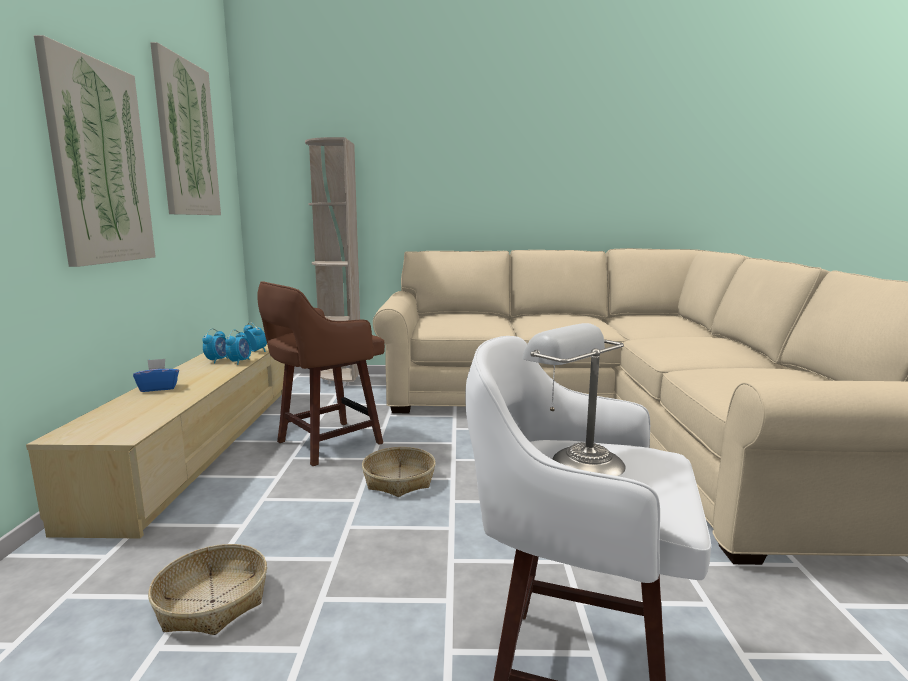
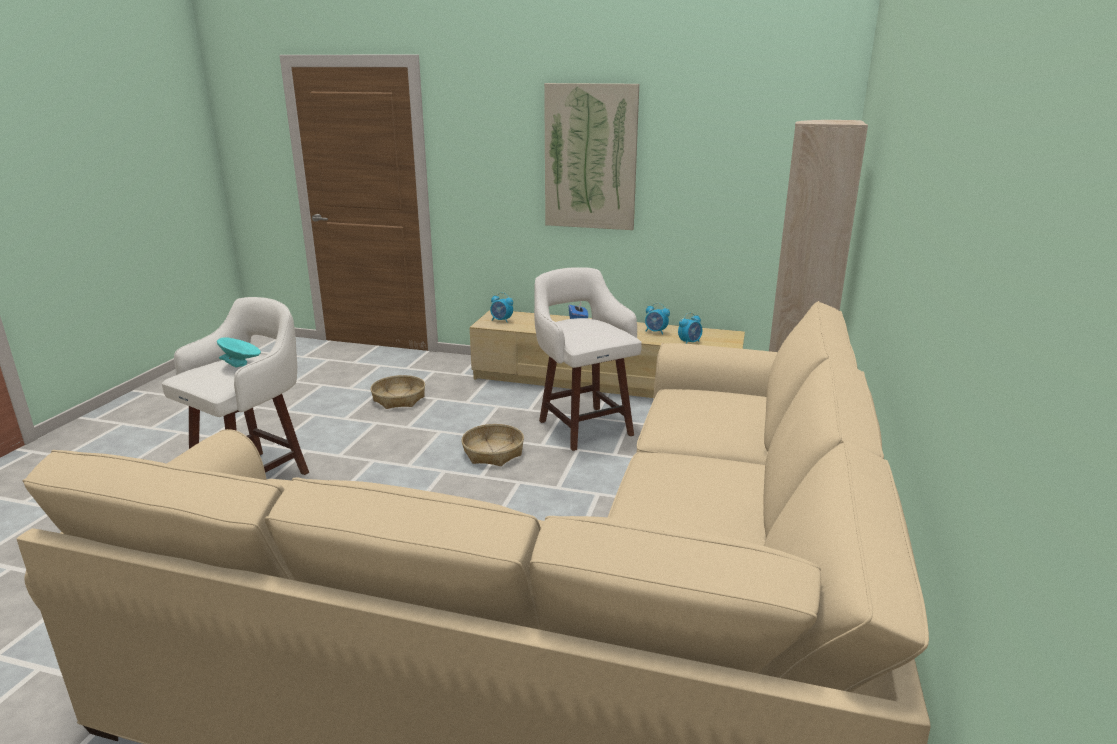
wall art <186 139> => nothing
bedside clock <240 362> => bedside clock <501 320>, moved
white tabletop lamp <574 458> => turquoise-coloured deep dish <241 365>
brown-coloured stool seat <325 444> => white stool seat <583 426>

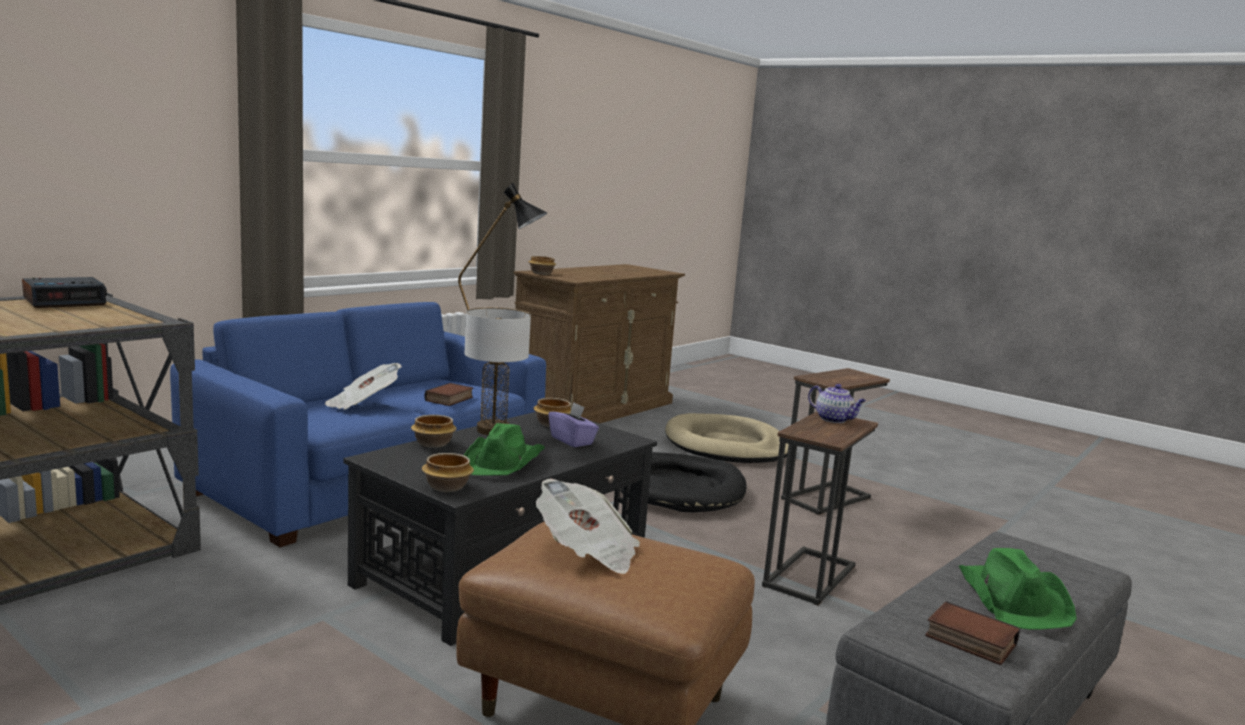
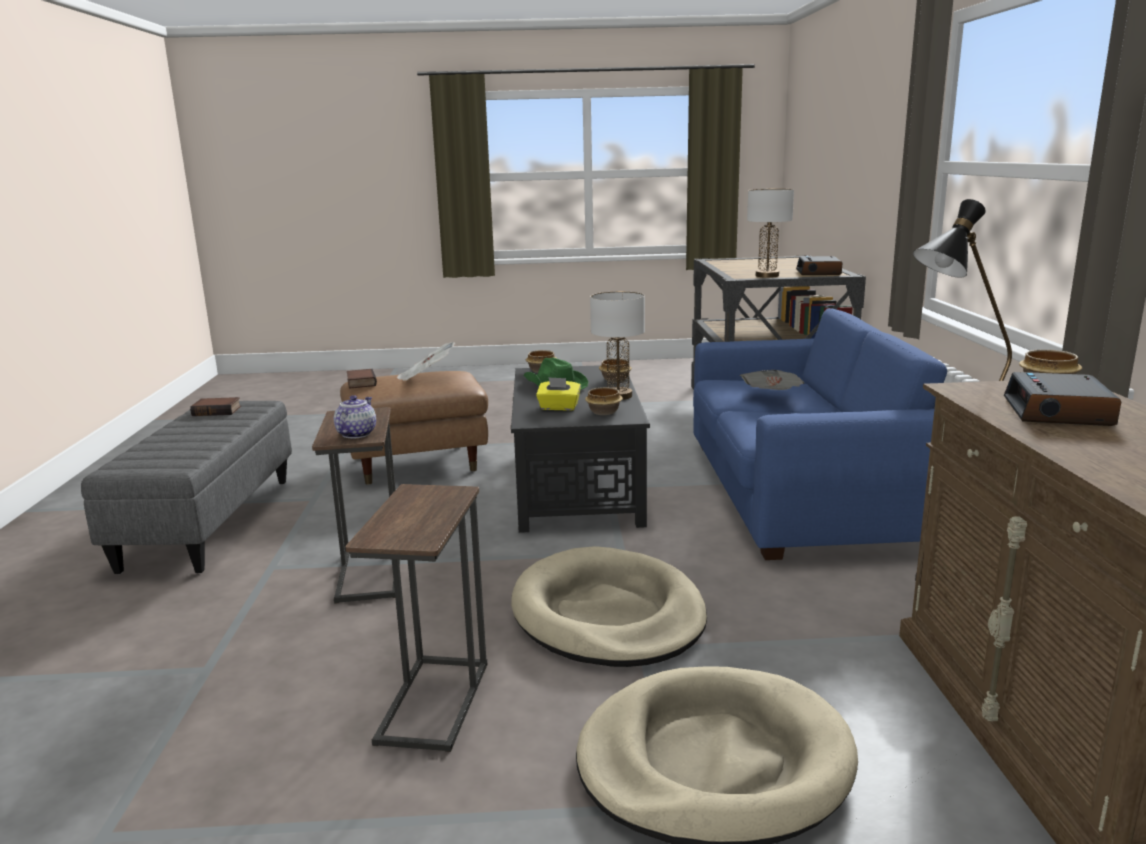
green hat <1014 599> => nothing
nothing => tabletop lamp <766 275>
nothing => bedside clock <1059 412>
book <450 399> => book <360 382>, moved
purple-coloured tissue holder <572 441> => yellow tissue holder <559 407>
black-coloured pet bed <679 488> => beige pet bed <608 614>
tea pot <834 419> => tea pot <356 434>, 105 degrees clockwise

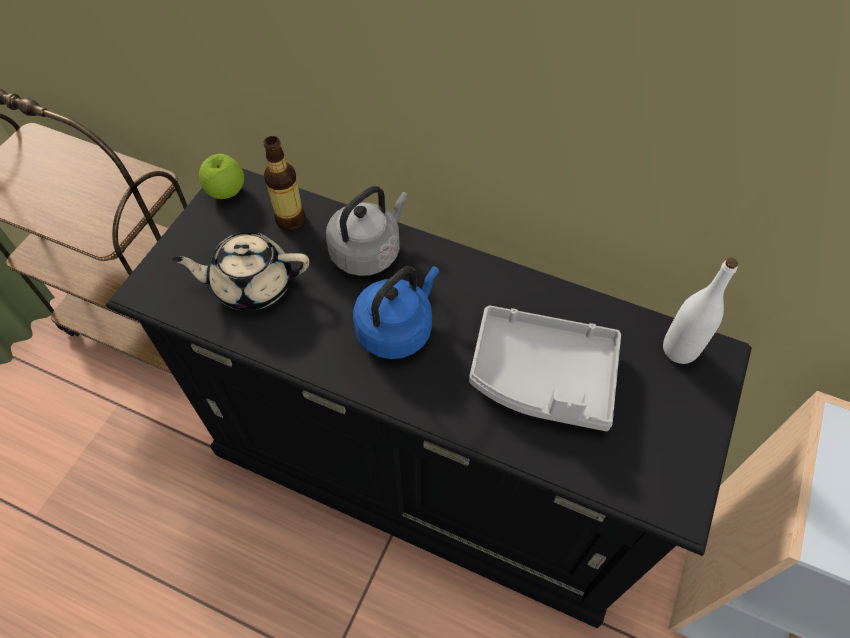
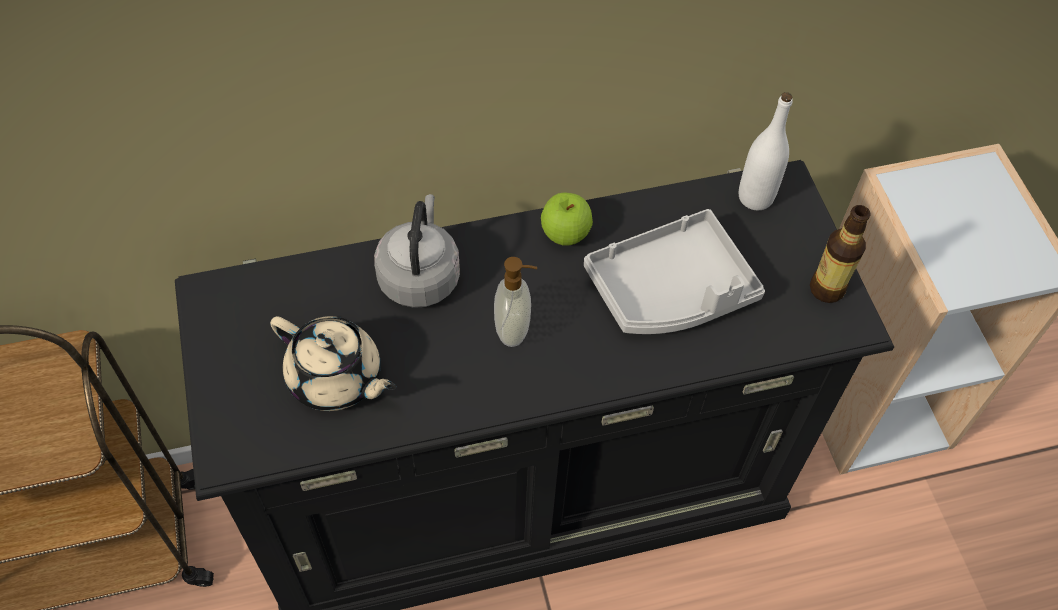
whole apple <226 192> => whole apple <565 234>, moved
drink bottle <290 220> => drink bottle <826 289>, moved
blue kettle <397 329> => soap bottle <514 329>
beige tea pot <252 285> => beige tea pot <336 378>, 105 degrees counterclockwise

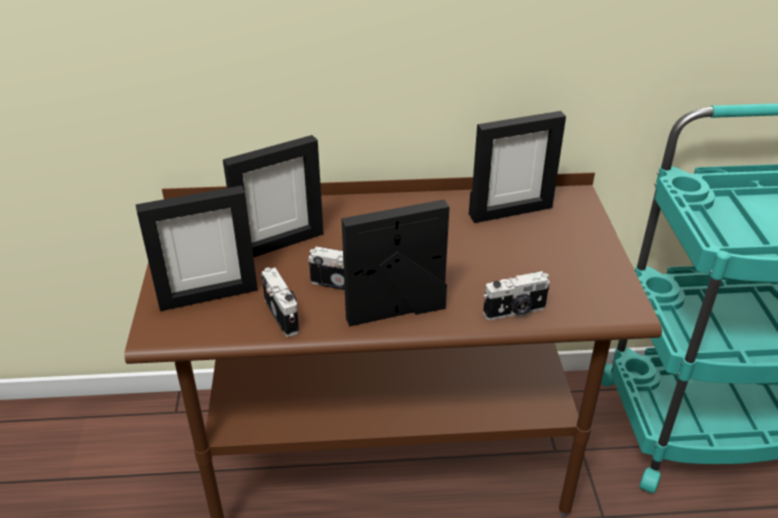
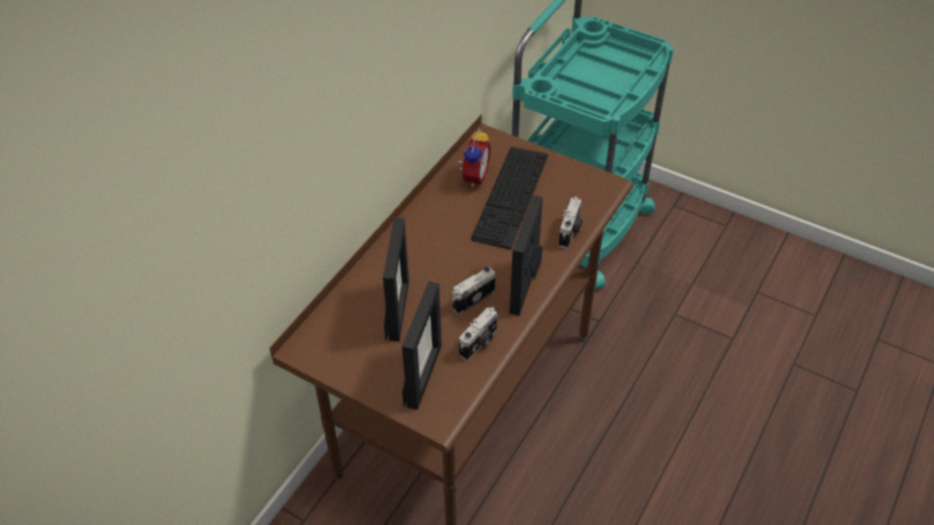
nothing => PC keyboard <510 196>
picture frame <510 211> => bedside clock <473 176>
photo camera <283 315> => photo camera <479 343>, 120 degrees clockwise

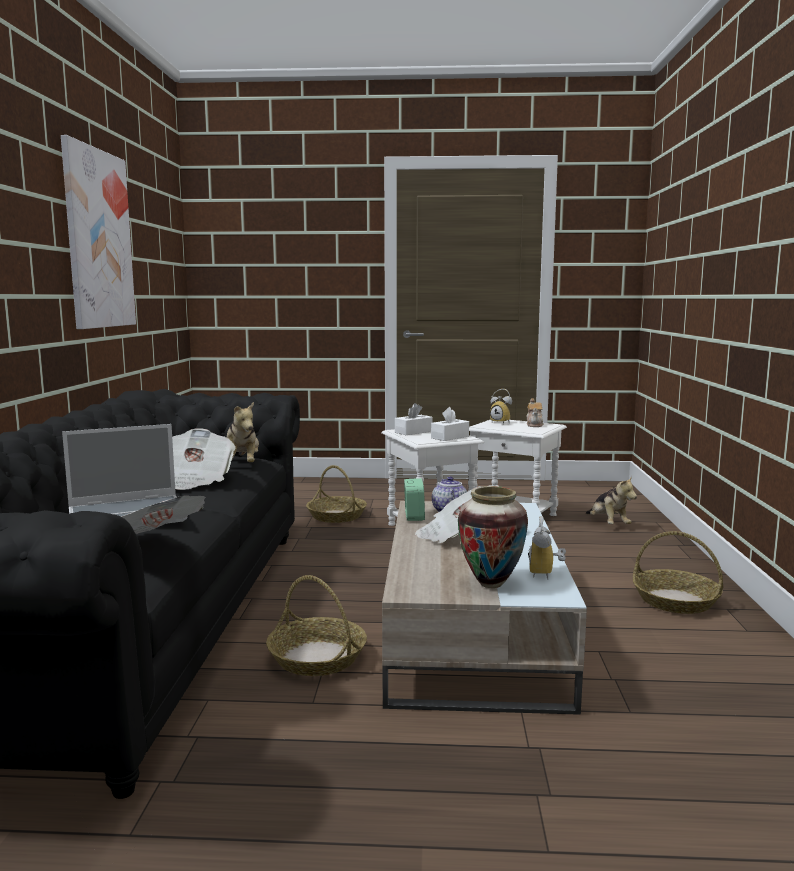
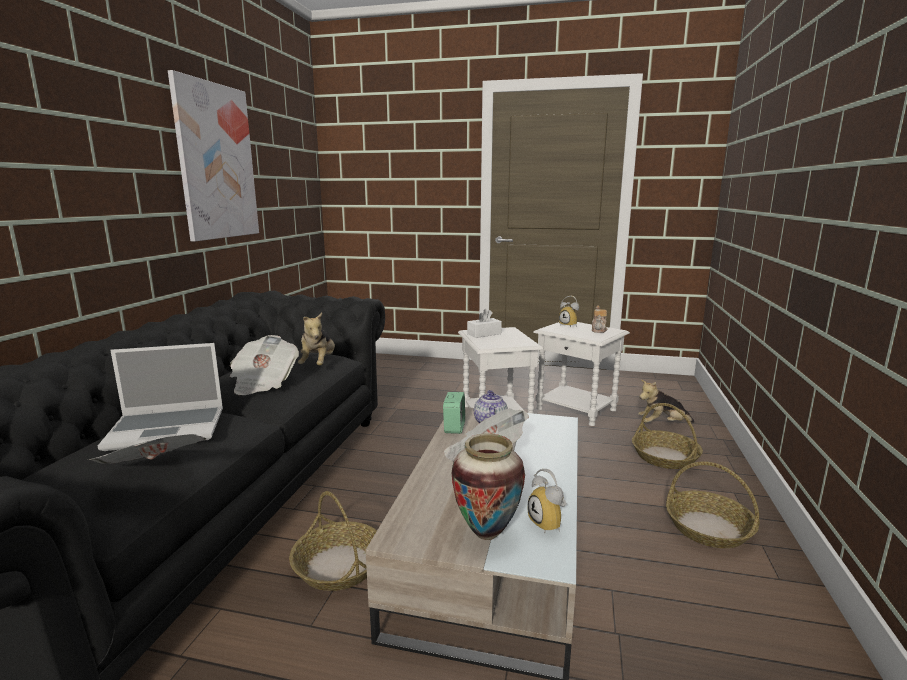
white tissue holder <450 437> => nothing
household basket <337 516> => household basket <665 457>, moved
bedside clock <546 574> => bedside clock <549 524>, 45 degrees counterclockwise
plush toy <608 524> => plush toy <662 424>, 90 degrees clockwise

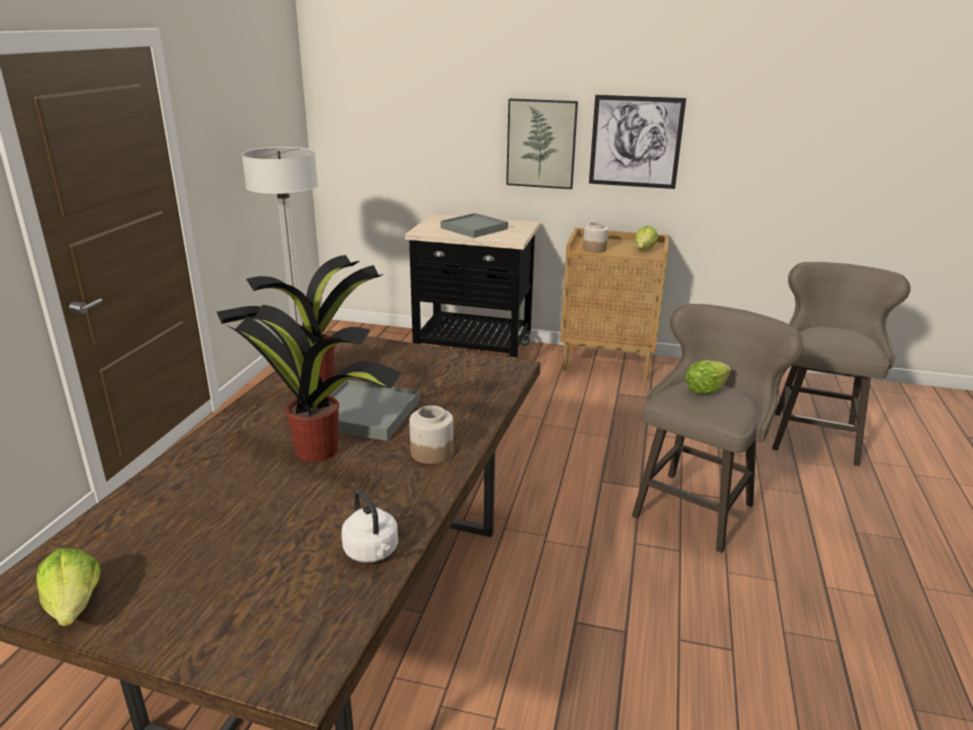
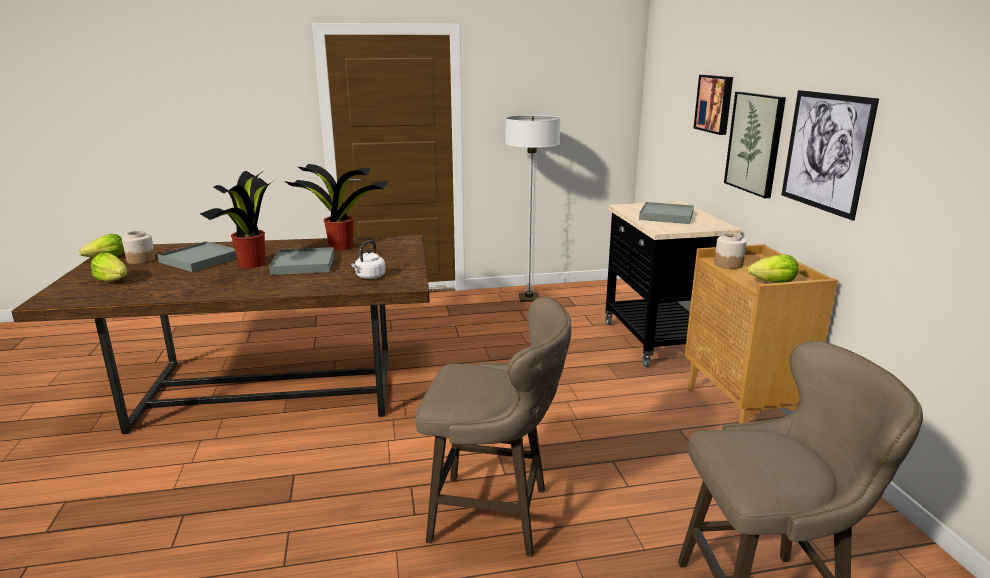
nothing => greyish tray <200 260>
nothing => wall art <715 104>
white kettle <372 552> => white kettle <369 277>, moved
jar <431 452> => jar <141 260>, moved
lettuce <705 390> => lettuce <113 280>, moved

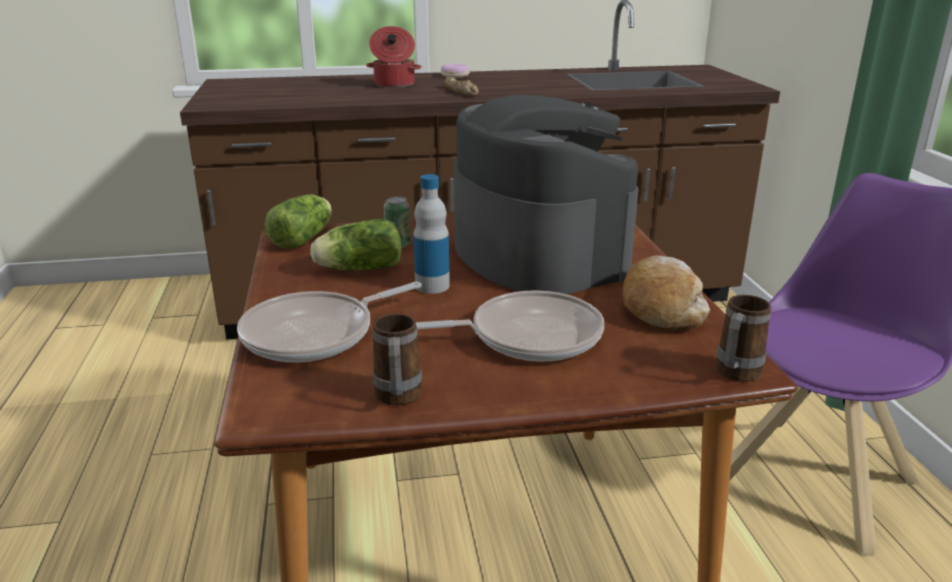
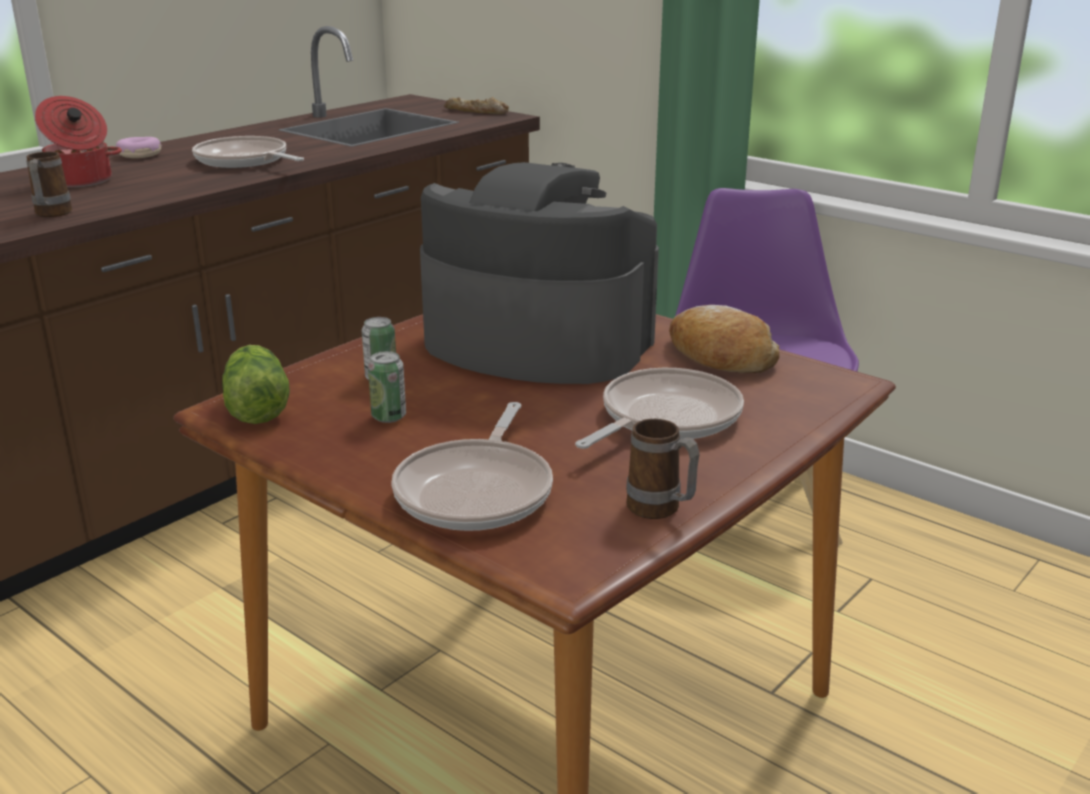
drink bottle <432 286> => nothing
nothing => frying pan <245 161>
bakery bread <459 91> => bakery bread <476 112>, moved
coffee mug <734 375> => coffee mug <51 215>, moved
lettuce <357 269> => metal can <389 417>

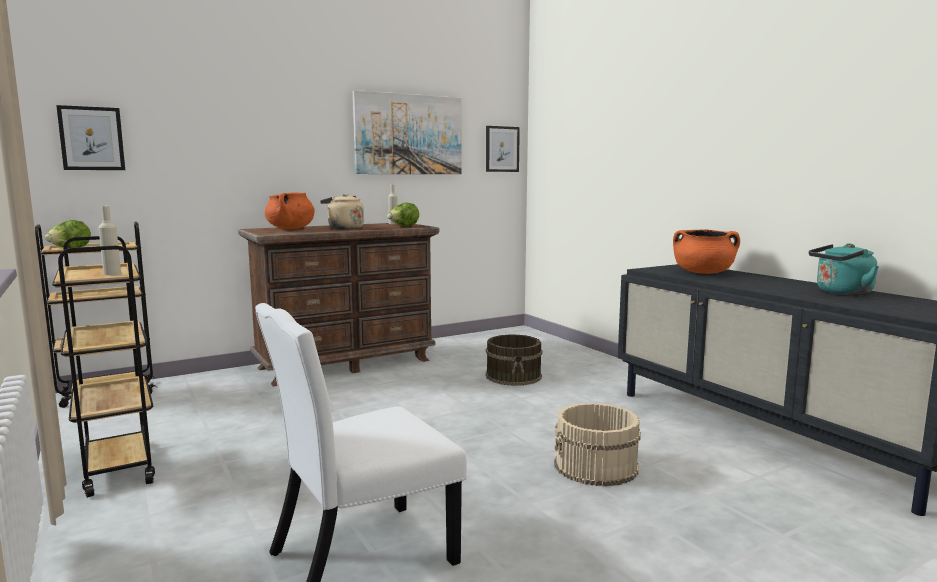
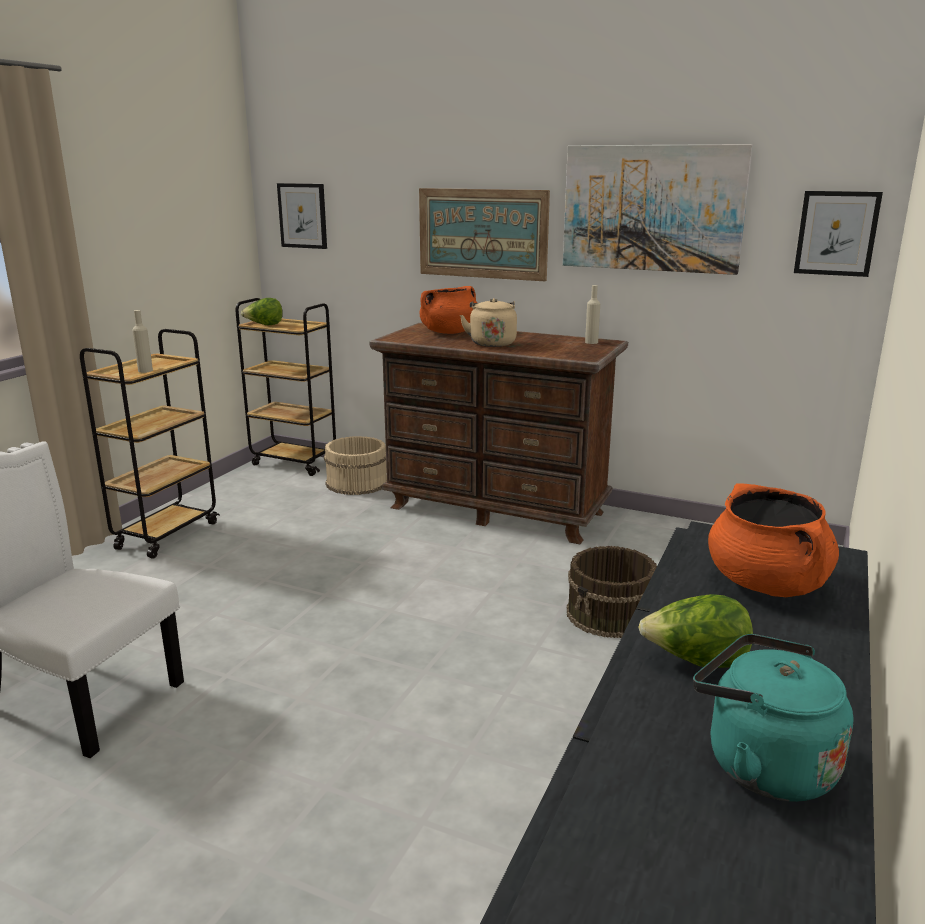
nothing => wall art <482 233>
lettuce <403 226> => lettuce <695 662>, moved
beige bucket <596 467> => beige bucket <356 483>, moved

